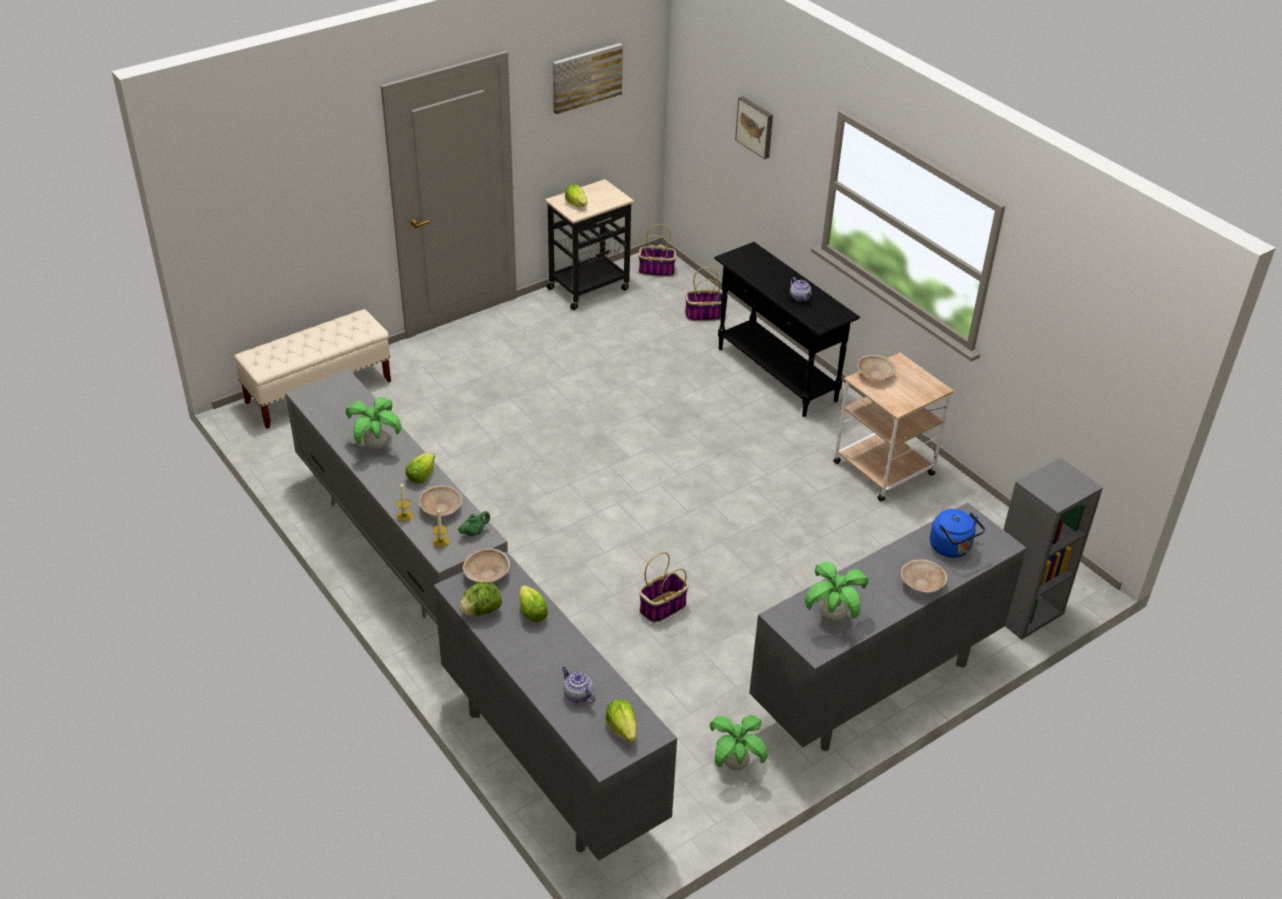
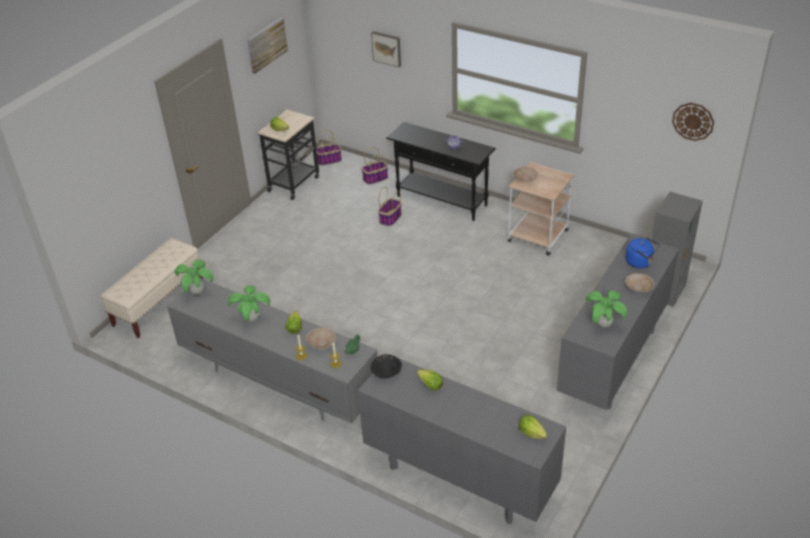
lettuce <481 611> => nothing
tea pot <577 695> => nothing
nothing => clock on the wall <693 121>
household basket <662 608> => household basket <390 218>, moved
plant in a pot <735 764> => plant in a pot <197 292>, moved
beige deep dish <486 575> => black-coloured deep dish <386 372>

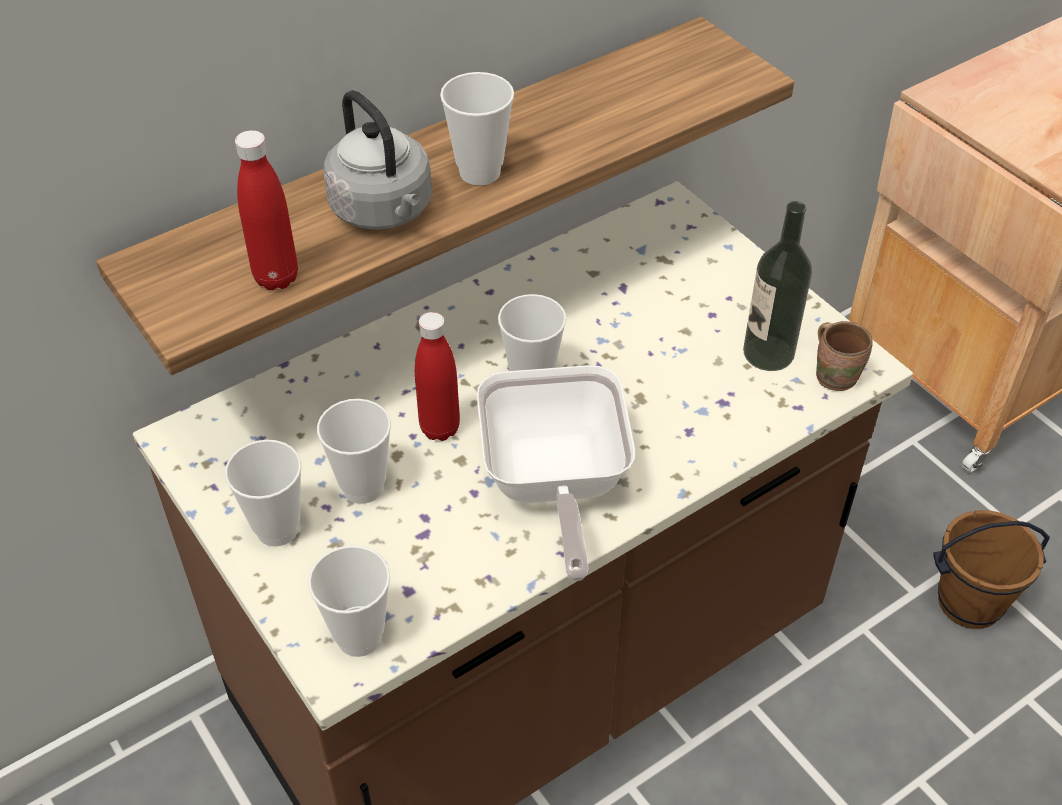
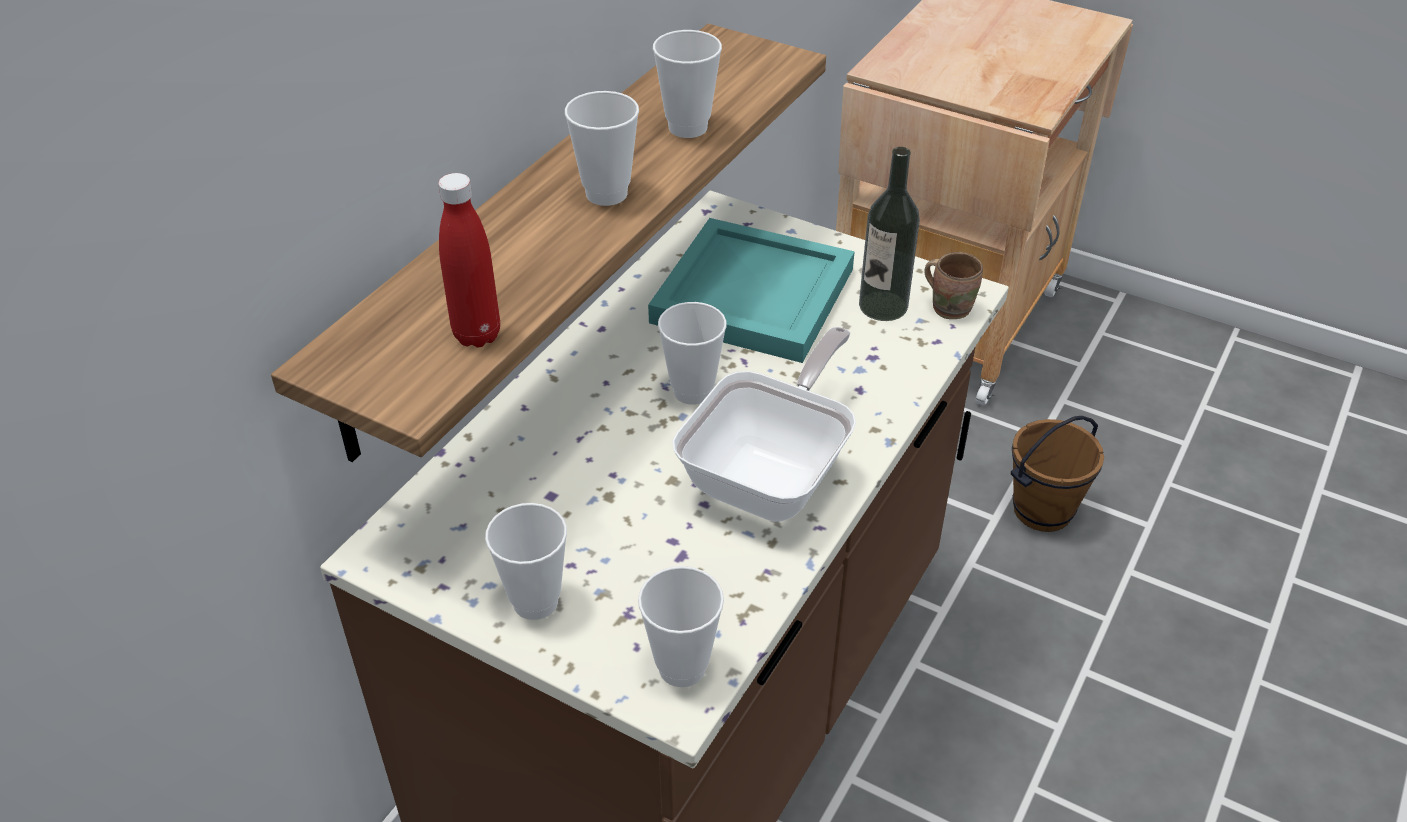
greyish kettle <384 211> => nothing
red-coloured drink bottle <440 428> => nothing
nothing => turquoise-coloured tray <749 296>
cup <363 487> => cup <688 127>, moved
frying pan <553 486> => frying pan <773 474>, 120 degrees counterclockwise

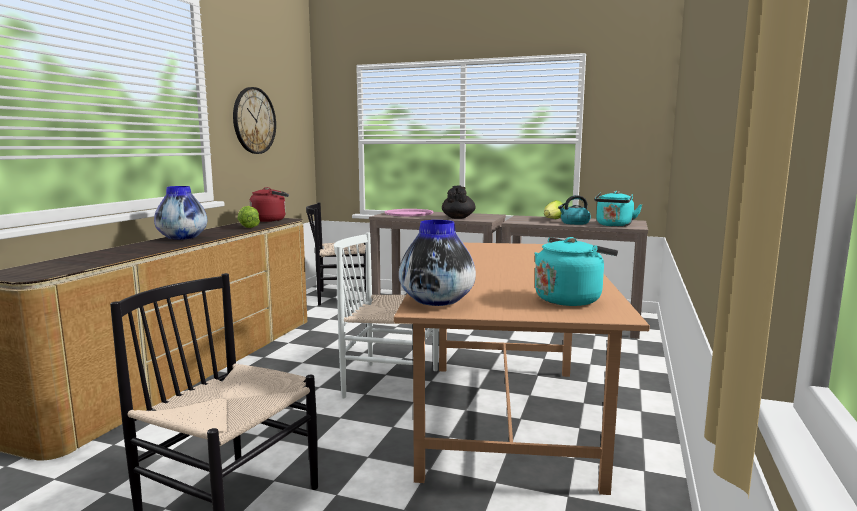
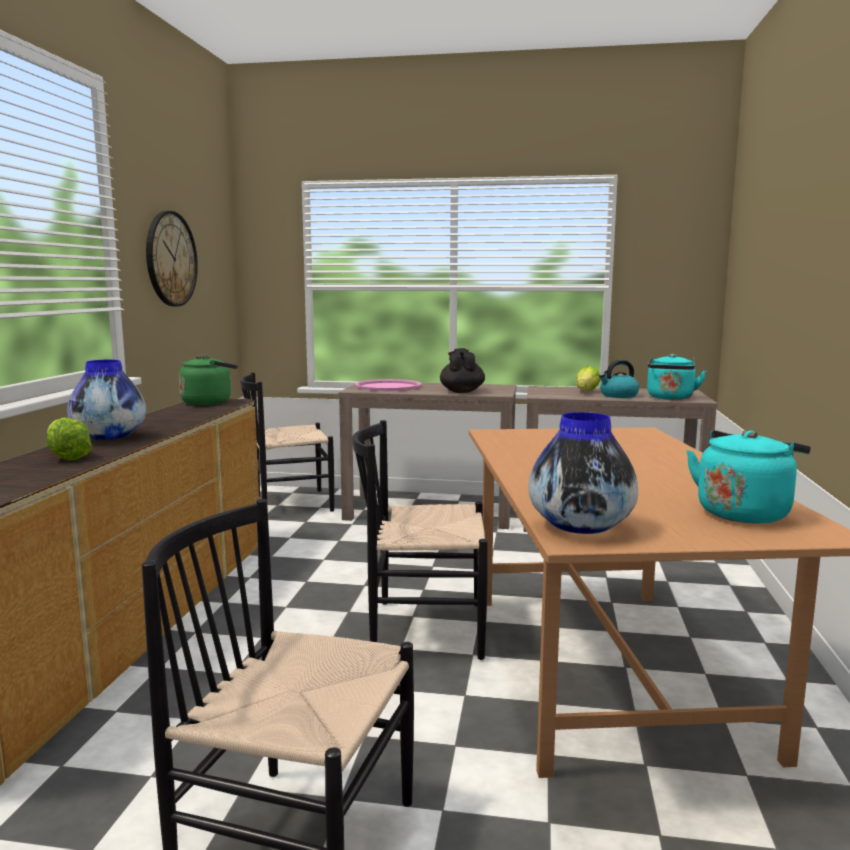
lettuce <247 226> => lettuce <67 456>, moved
red-coloured kettle <271 220> => green kettle <209 402>
white plain chair <387 383> => black-coloured plain chair <422 629>

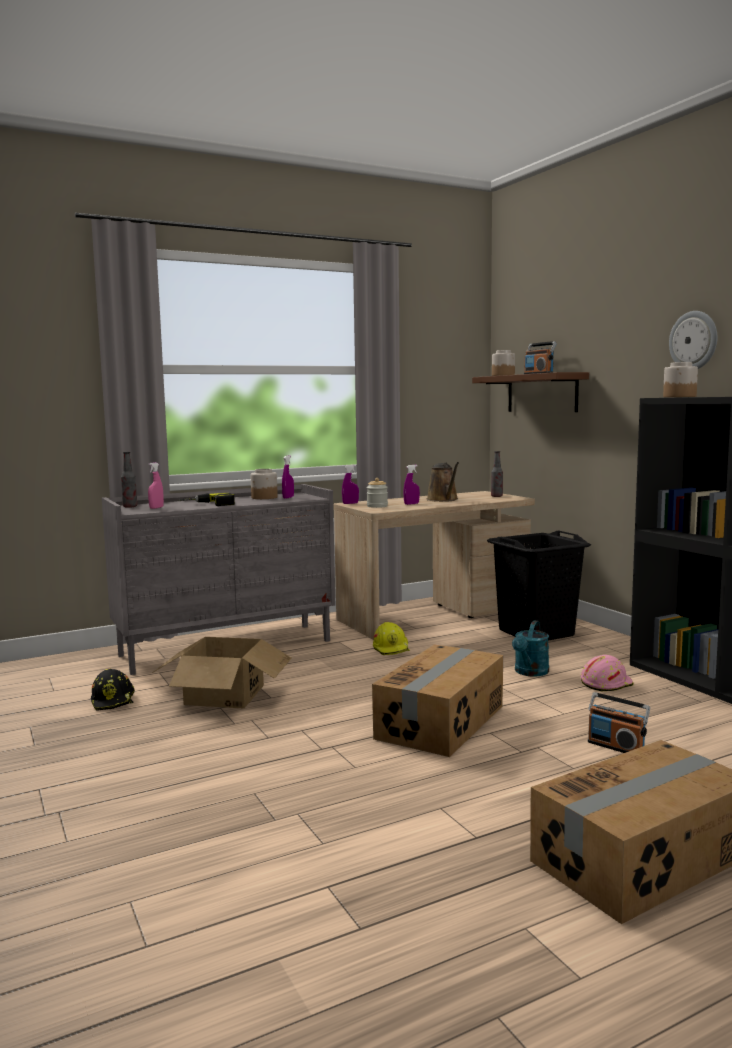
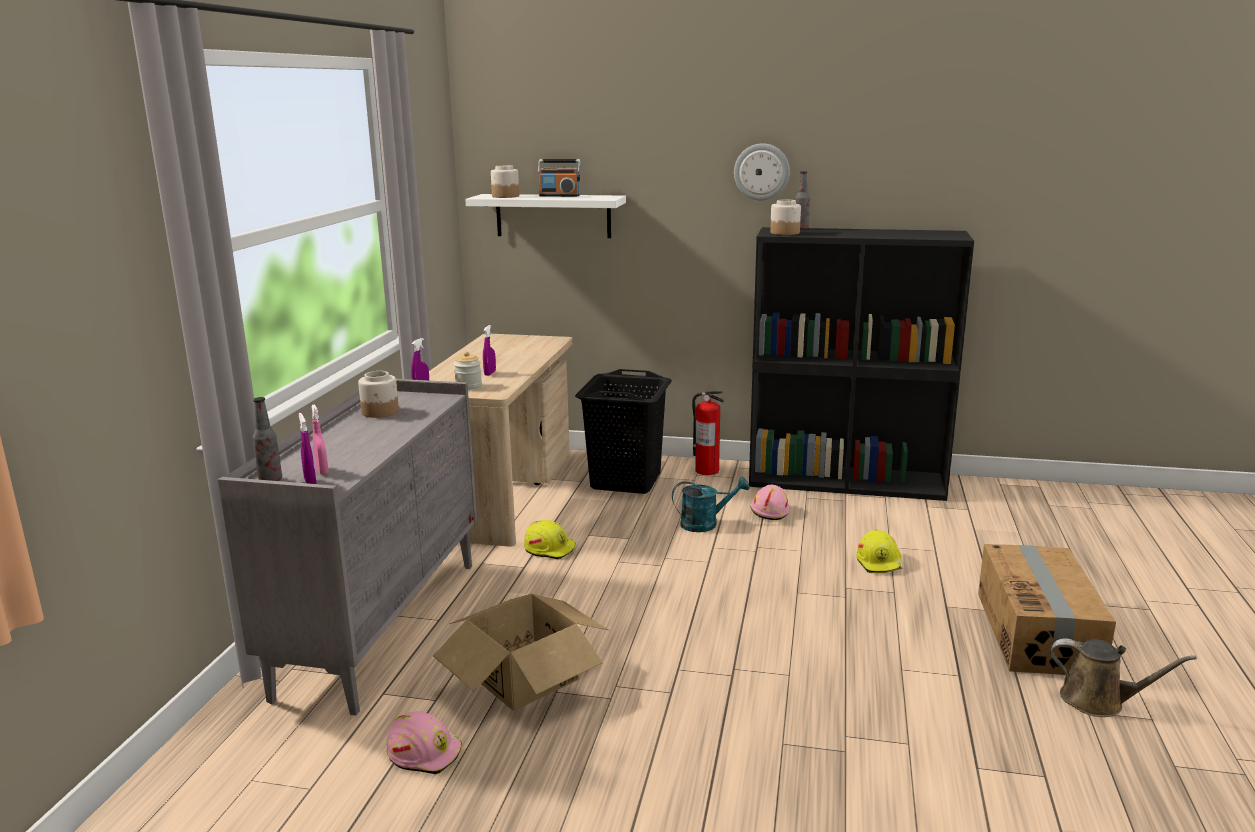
drill <209 504> => nothing
cardboard box <442 722> => nothing
nothing => fire extinguisher <706 470>
purple-coloured spray bottle <288 497> => purple-coloured spray bottle <310 483>, moved
brown-coloured watering can <443 500> => brown-coloured watering can <1098 701>, moved
drink bottle <496 496> => drink bottle <801 229>, moved
radio receiver <616 747> => yellow hard hat <879 562>
black-coloured hard hat <113 700> => pinkish hard hat <425 752>
brown-coloured wall shelf <542 393> => white wall shelf <553 216>
turquoise-coloured watering can <530 672> => turquoise-coloured watering can <706 524>, 75 degrees counterclockwise

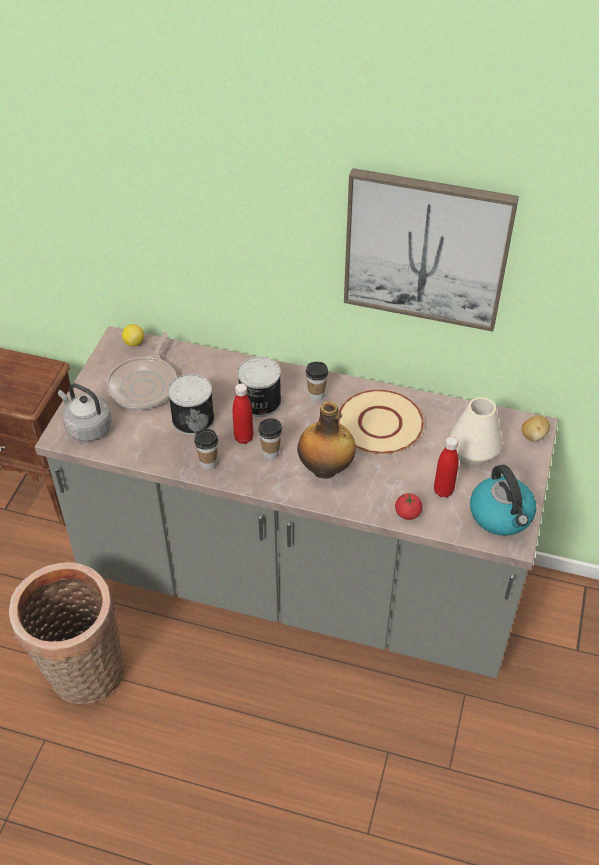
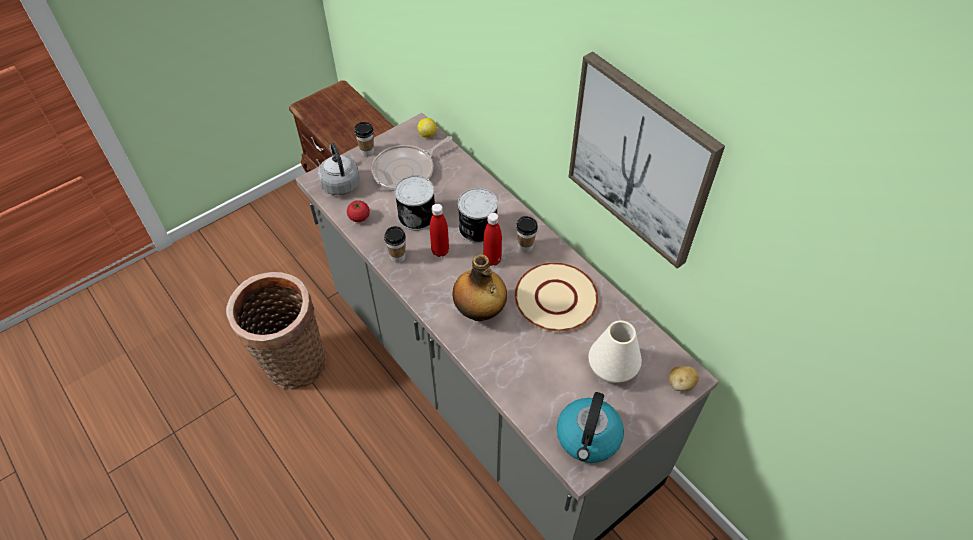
cup <270 453> => cup <367 152>, moved
whole tomato <407 513> => whole tomato <359 217>, moved
red-coloured drink bottle <443 491> => red-coloured drink bottle <492 260>, moved

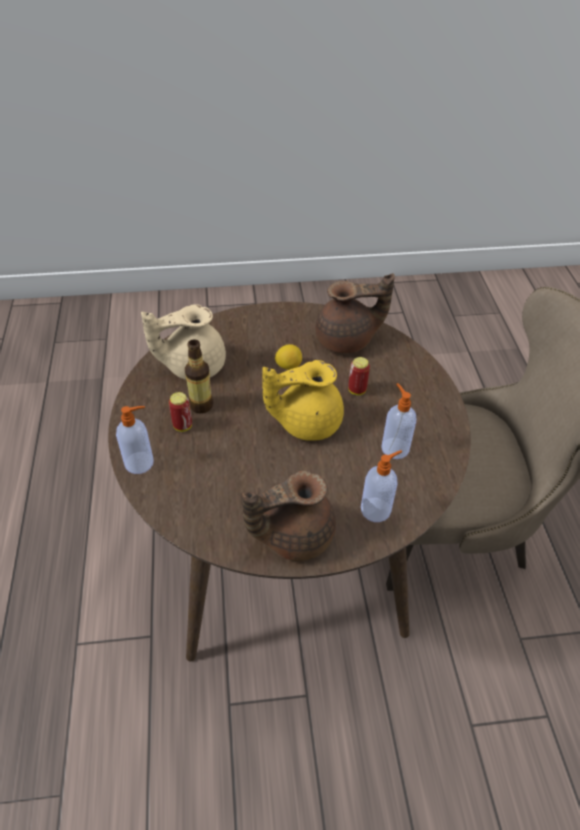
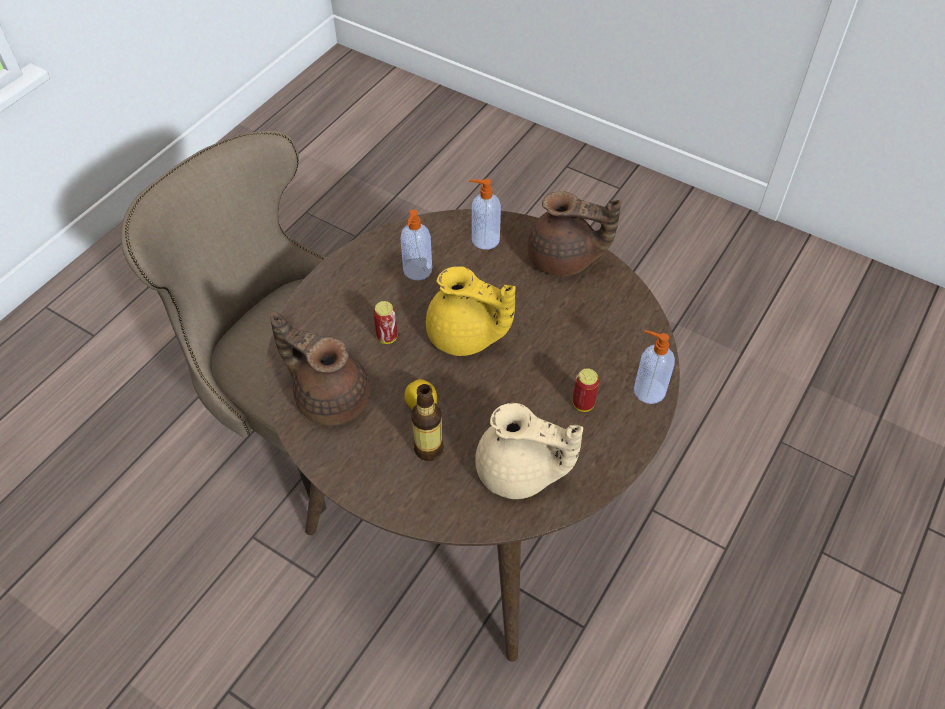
drink bottle <201 405> => drink bottle <428 449>, moved

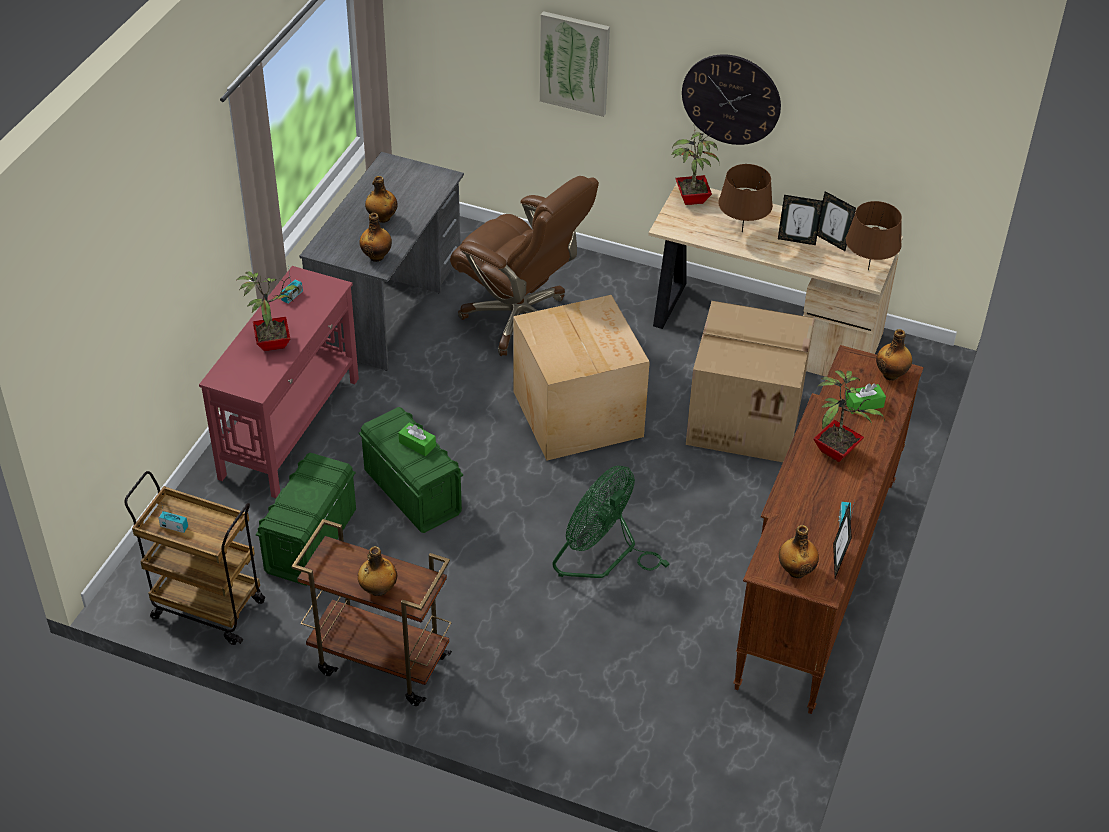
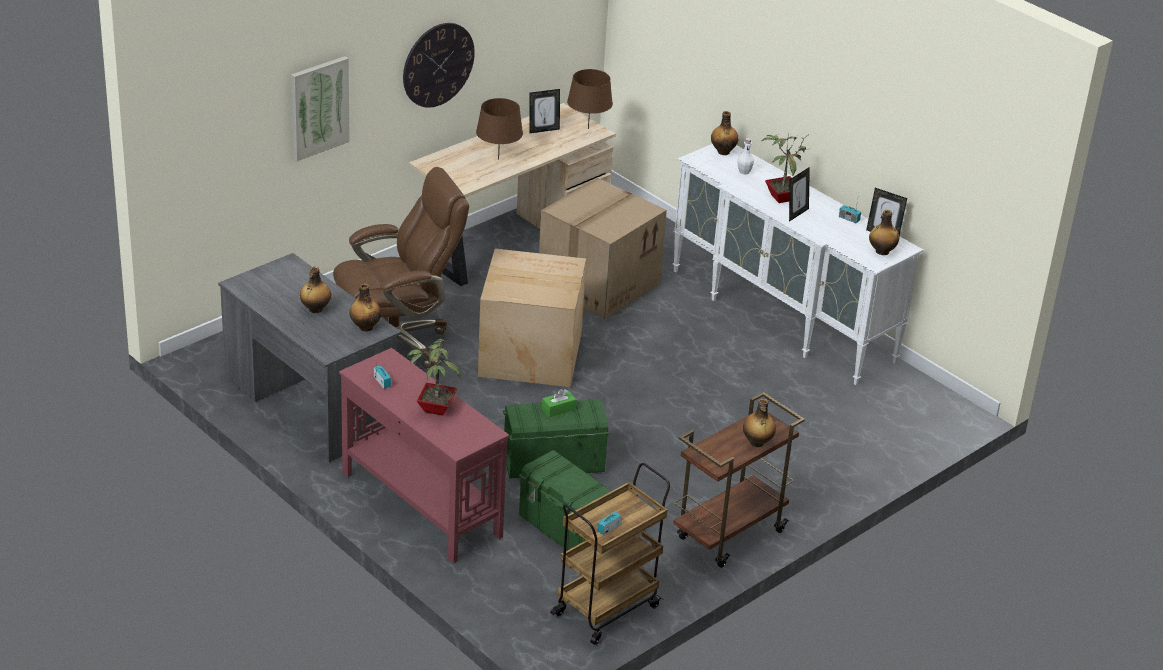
green electric fan <609 553> => nothing
plant in a pot <690 199> => nothing
picture frame <797 240> => picture frame <796 214>, moved
green tissue holder <864 404> => white drink bottle <744 172>
brown-coloured storage cabinet <815 581> => white storage cabinet <781 316>

